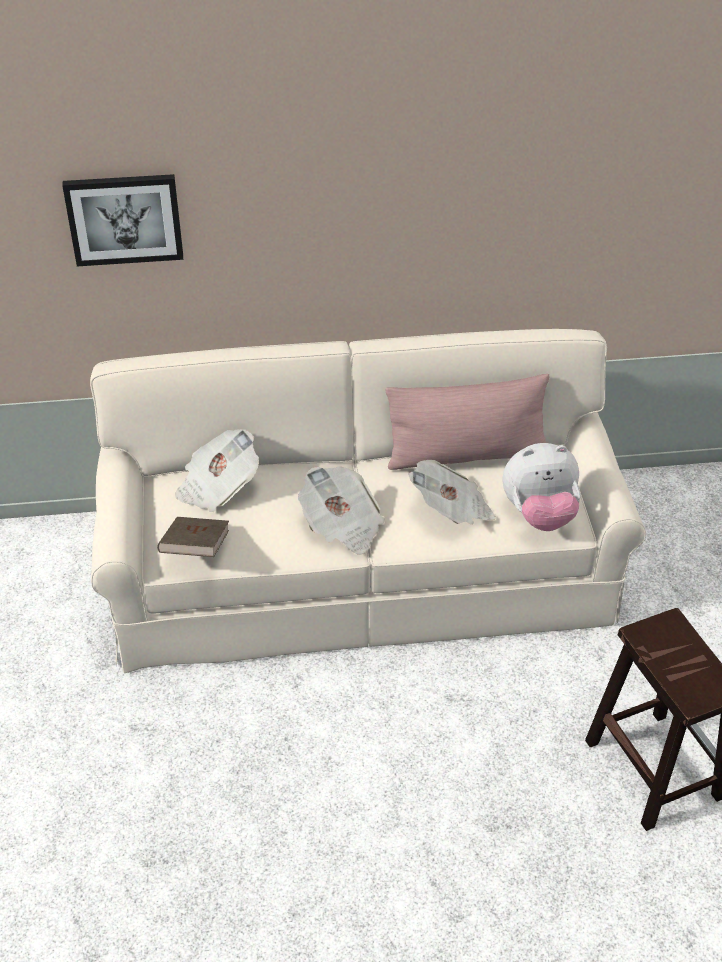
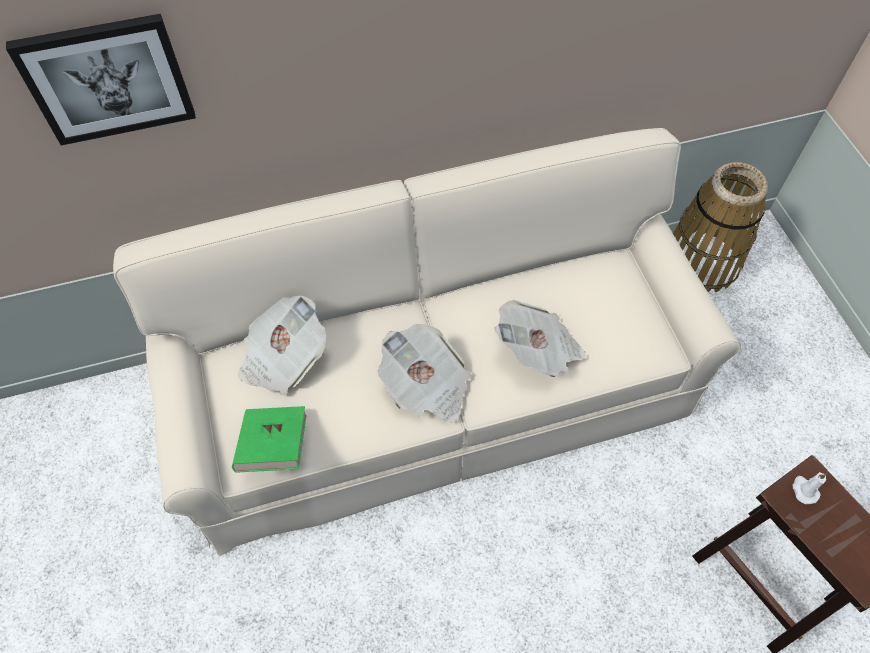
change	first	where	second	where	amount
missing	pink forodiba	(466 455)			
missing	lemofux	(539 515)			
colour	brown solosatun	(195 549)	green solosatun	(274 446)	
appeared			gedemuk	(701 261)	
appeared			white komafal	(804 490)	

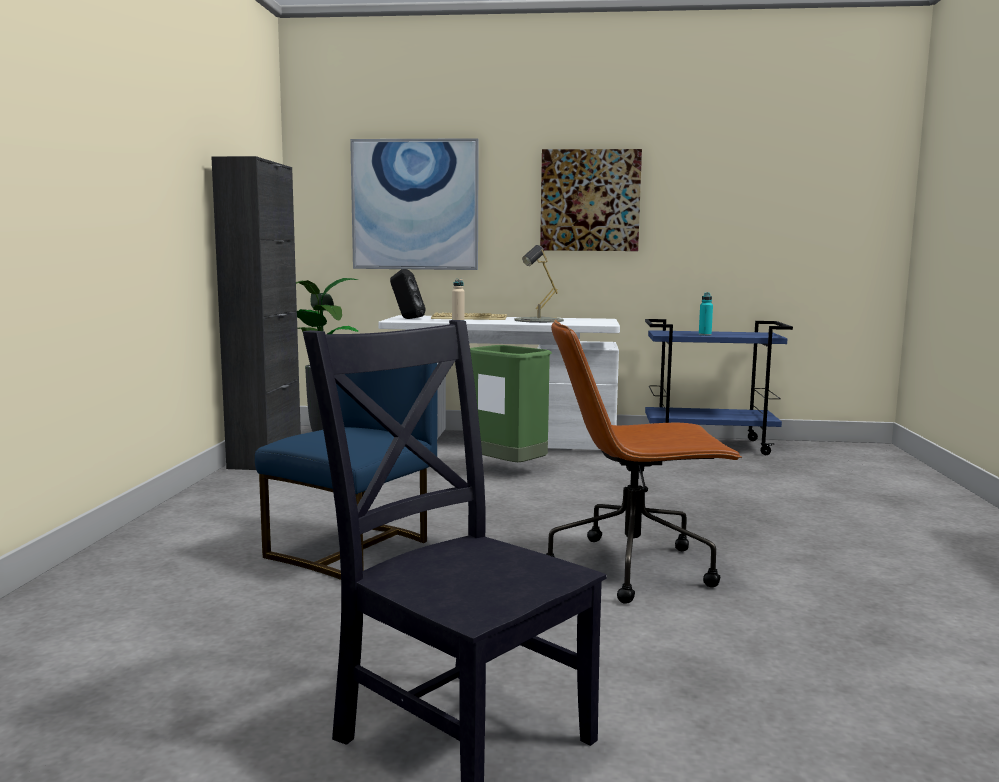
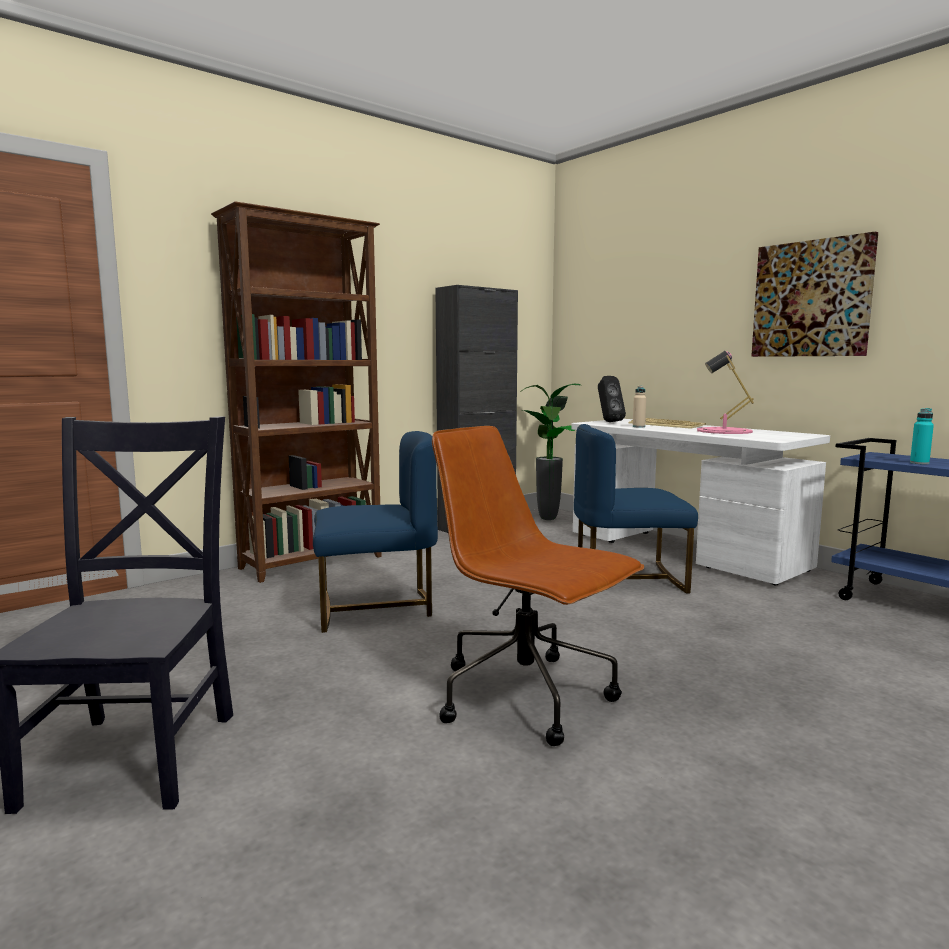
change	first	where	second	where	amount
missing	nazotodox	(415 205)			
colour	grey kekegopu	(539 320)	pink kekegopu	(724 431)	
exchanged	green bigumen	(507 470)	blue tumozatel	(628 578)	
appeared			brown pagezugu	(313 562)	

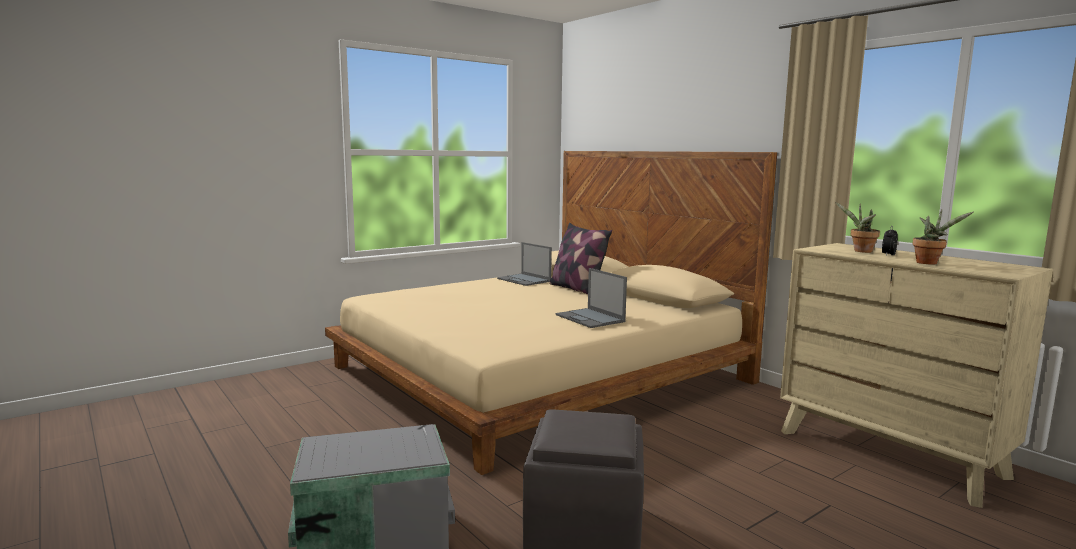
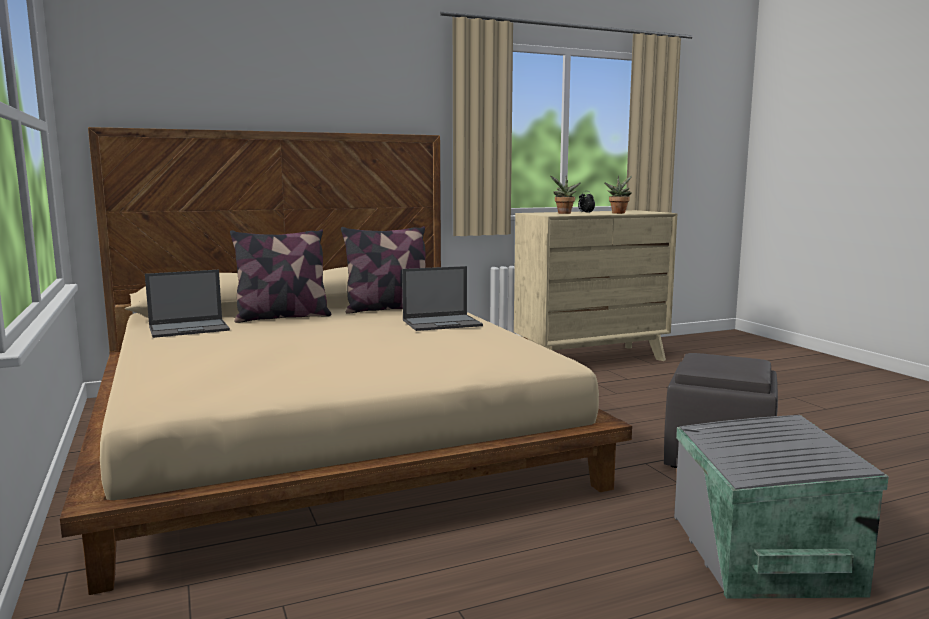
change	first	where	second	where	amount
appeared			forodiba	(388 309)	

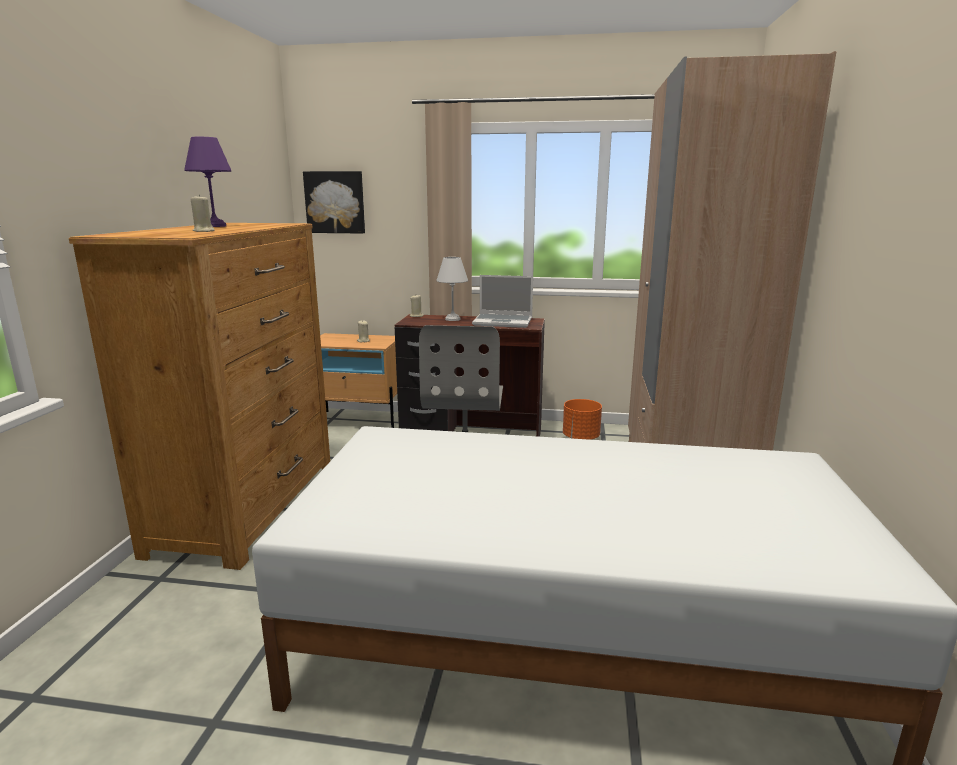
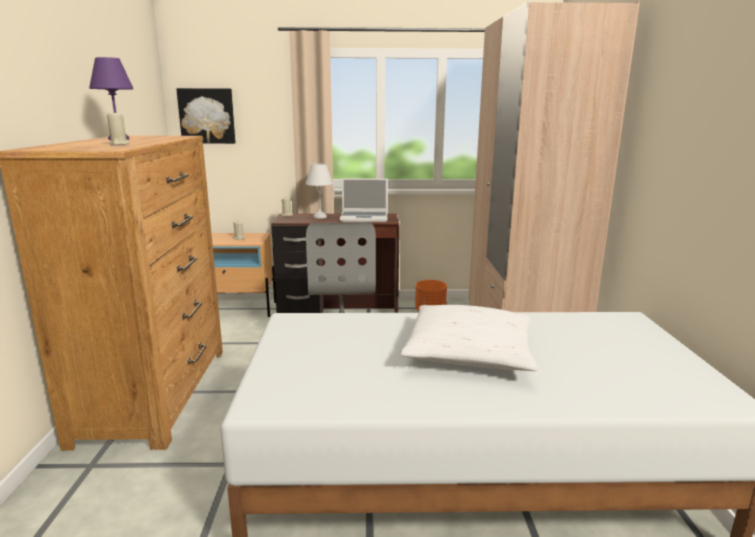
change	first	where	second	where	amount
appeared			white forodiba	(469 353)	

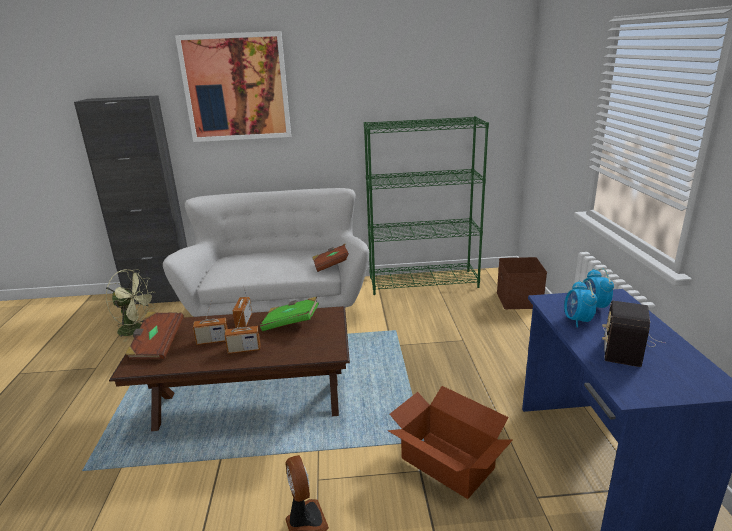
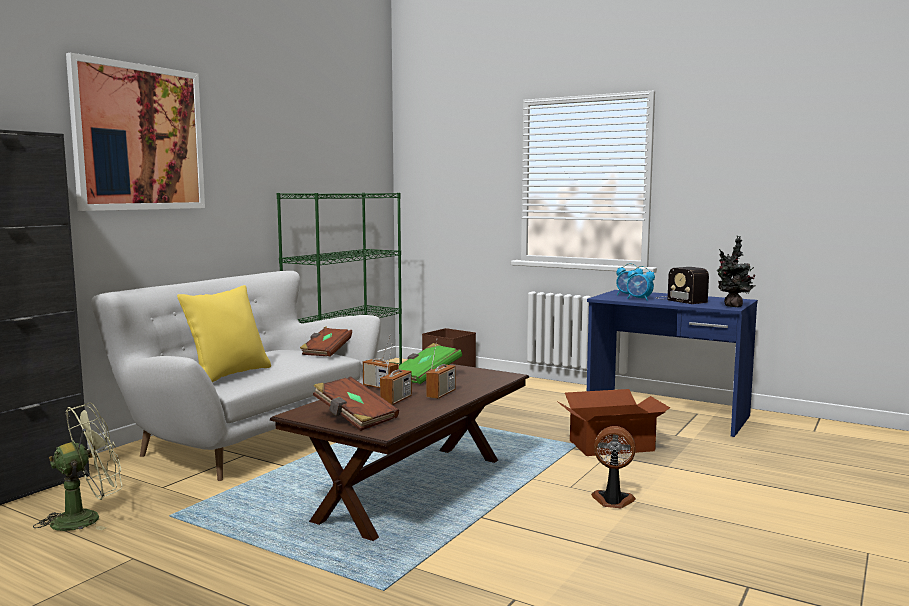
change	first	where	second	where	amount
appeared			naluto	(732 306)	
appeared			yellow forodiba	(228 375)	

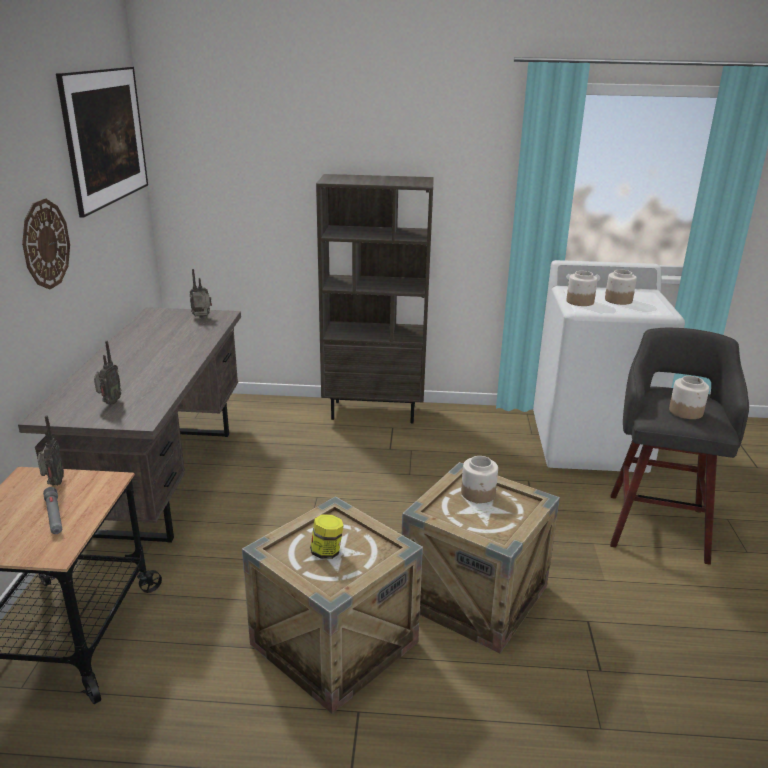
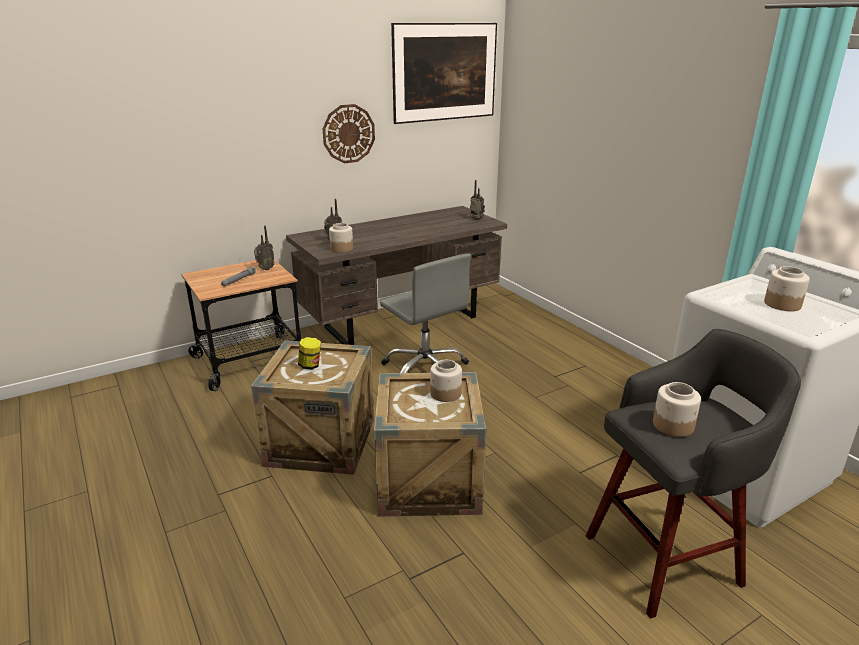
change	first	where	second	where	amount
missing	brown pagezugu	(374 411)			
relocated	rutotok	(579 302)		(341 249)	
appeared			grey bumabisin	(425 370)	

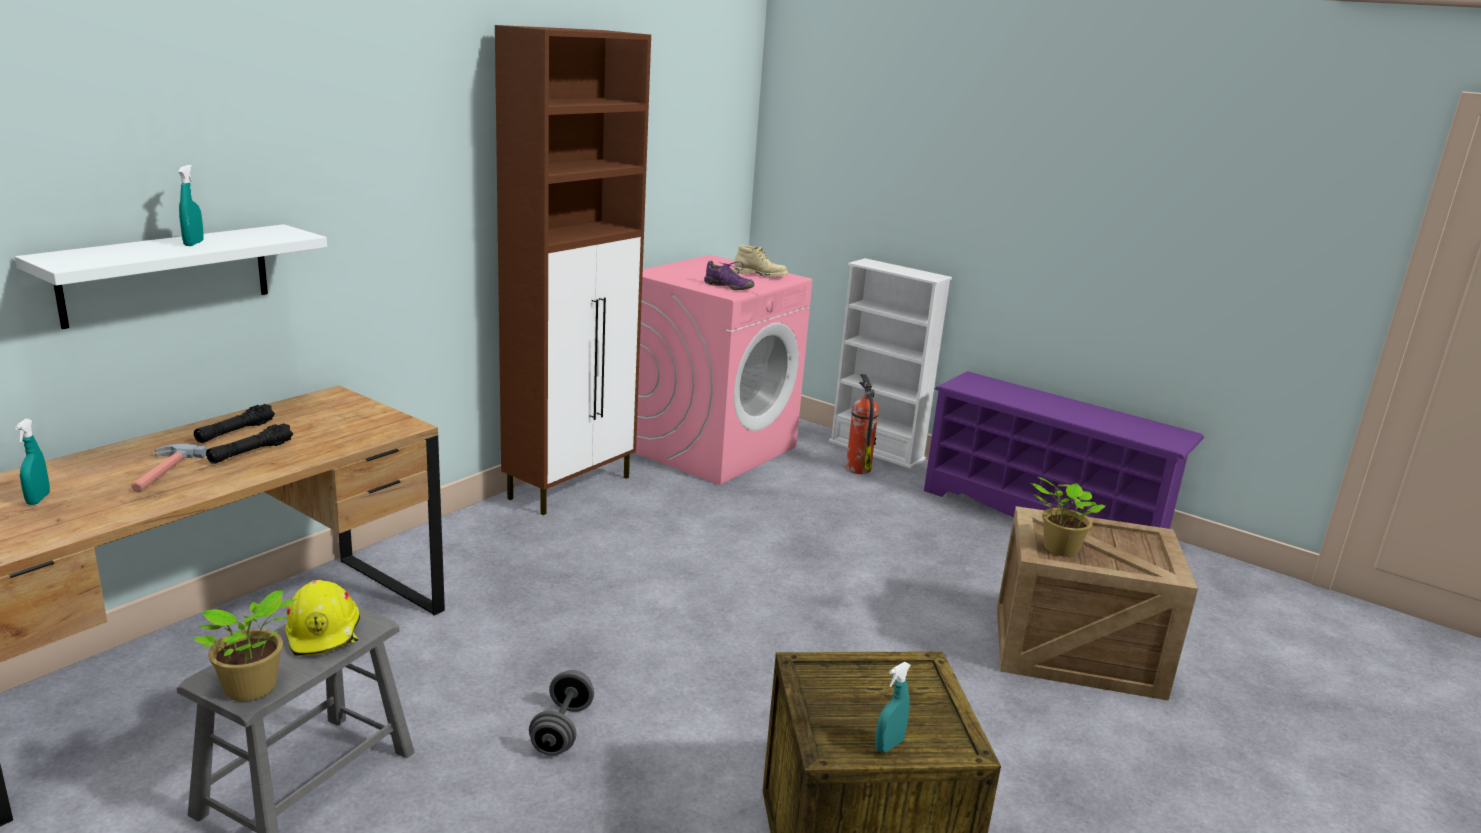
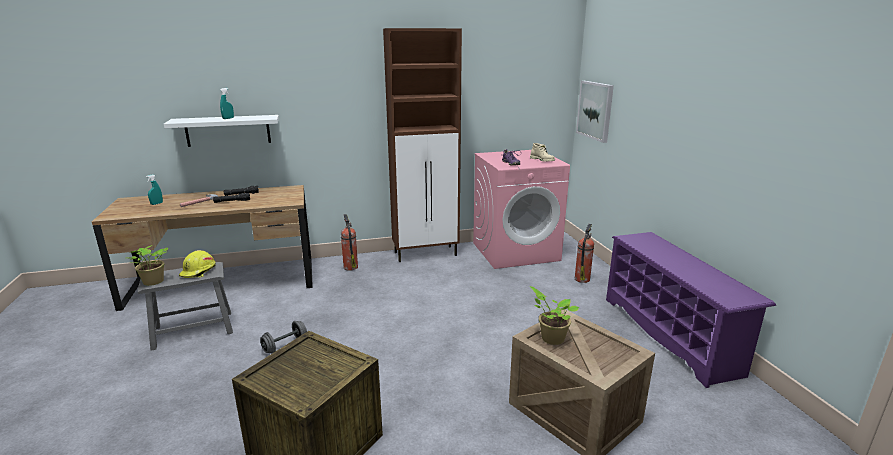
change	first	where	second	where	amount
missing	white pagezugu	(876 450)			
missing	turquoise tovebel	(889 745)			
appeared			nazotodox	(595 110)	
appeared			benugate	(350 267)	

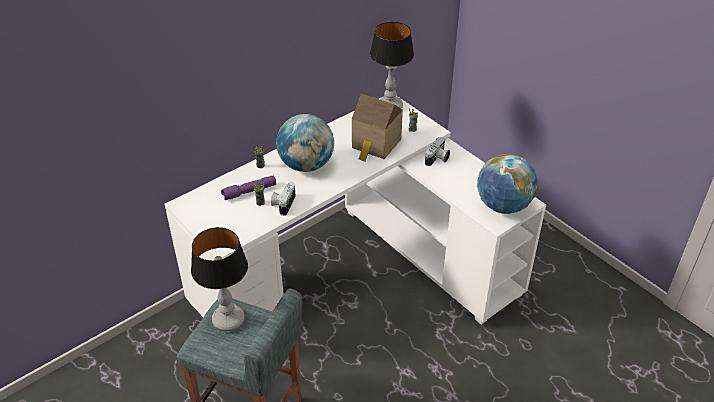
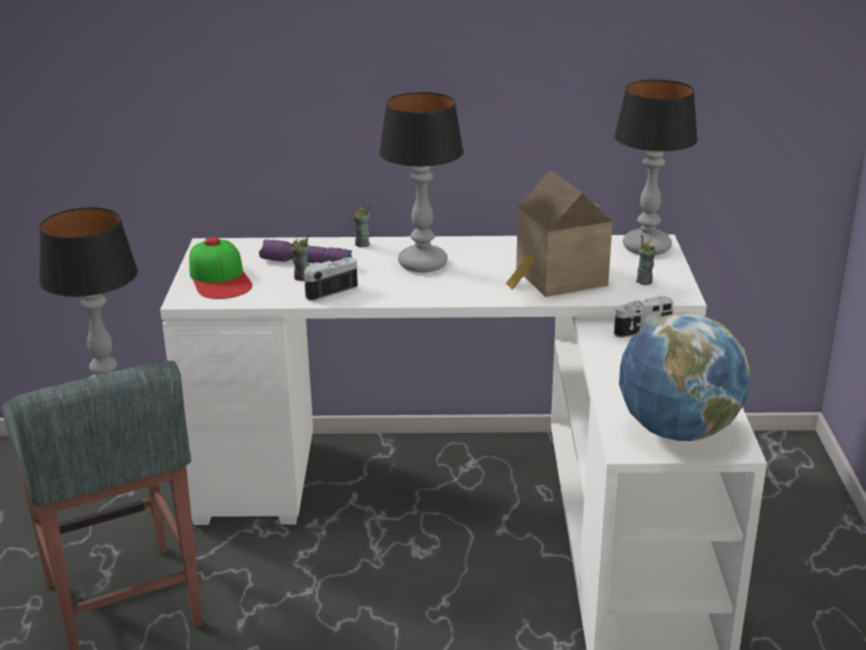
change	first	where	second	where	amount
exchanged	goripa	(306 165)	kekegopu	(422 264)	
appeared			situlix	(220 278)	

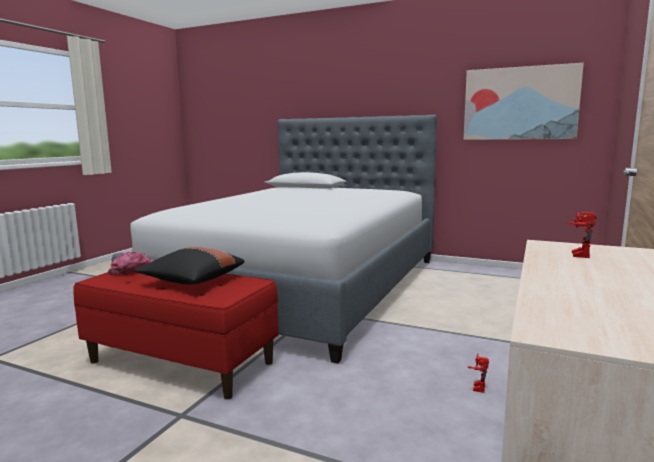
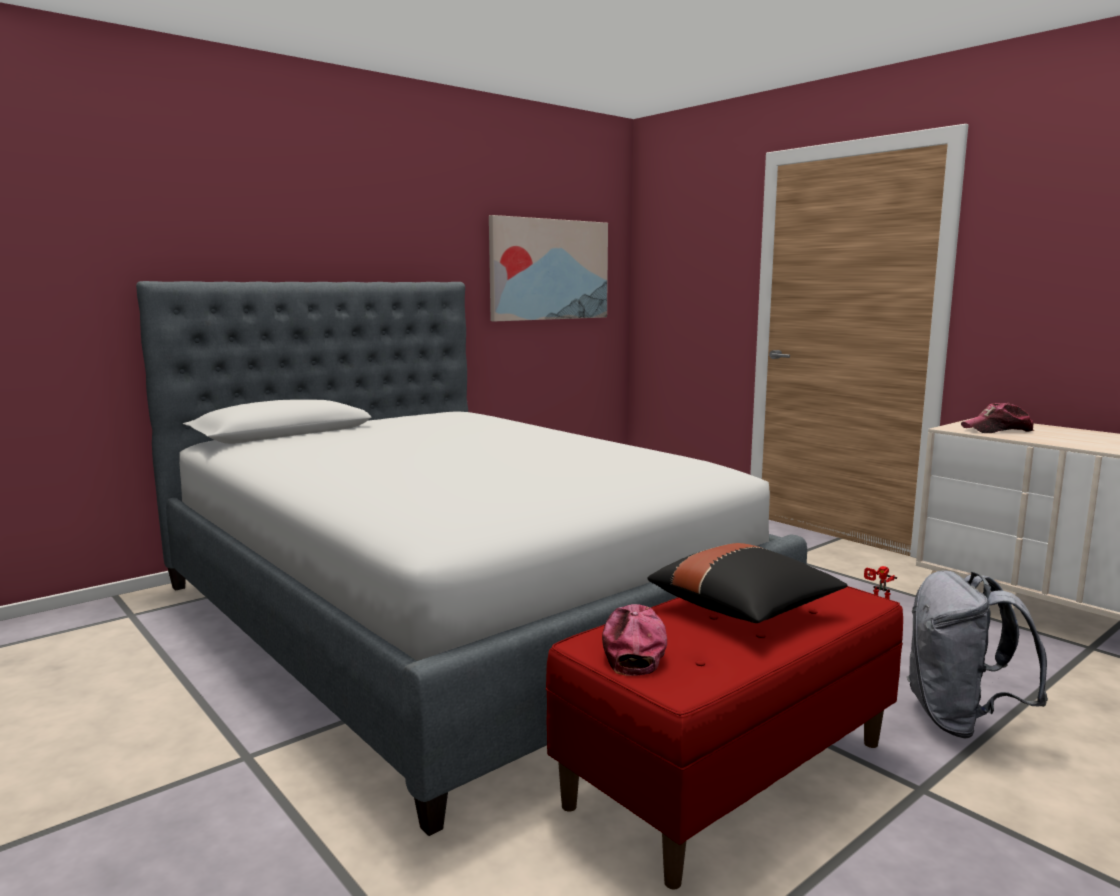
change	first	where	second	where	amount
exchanged	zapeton	(576 254)	situlix	(997 430)	
appeared			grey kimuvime	(960 720)	

